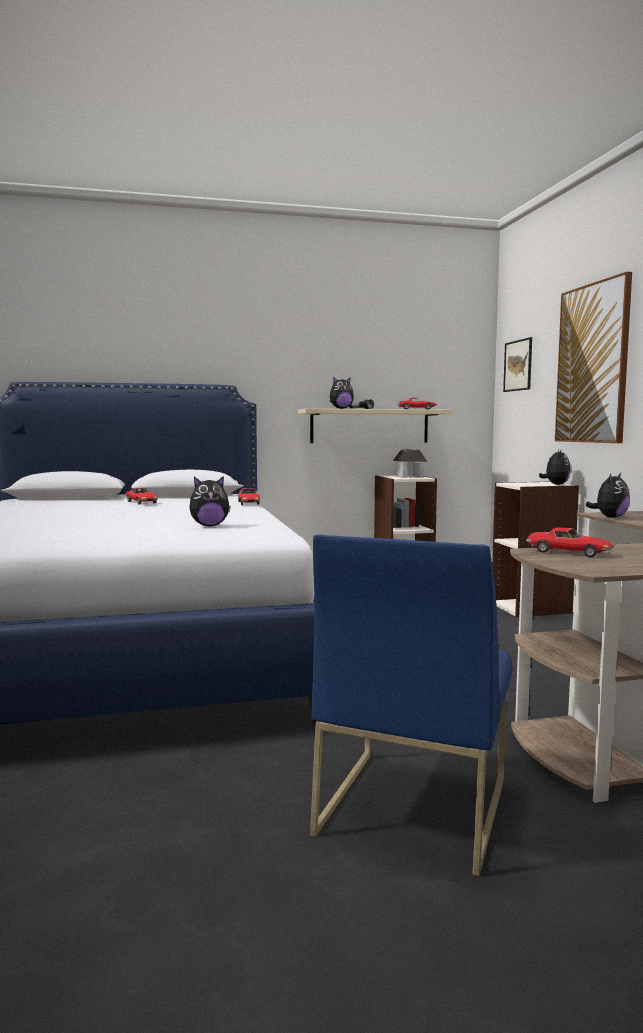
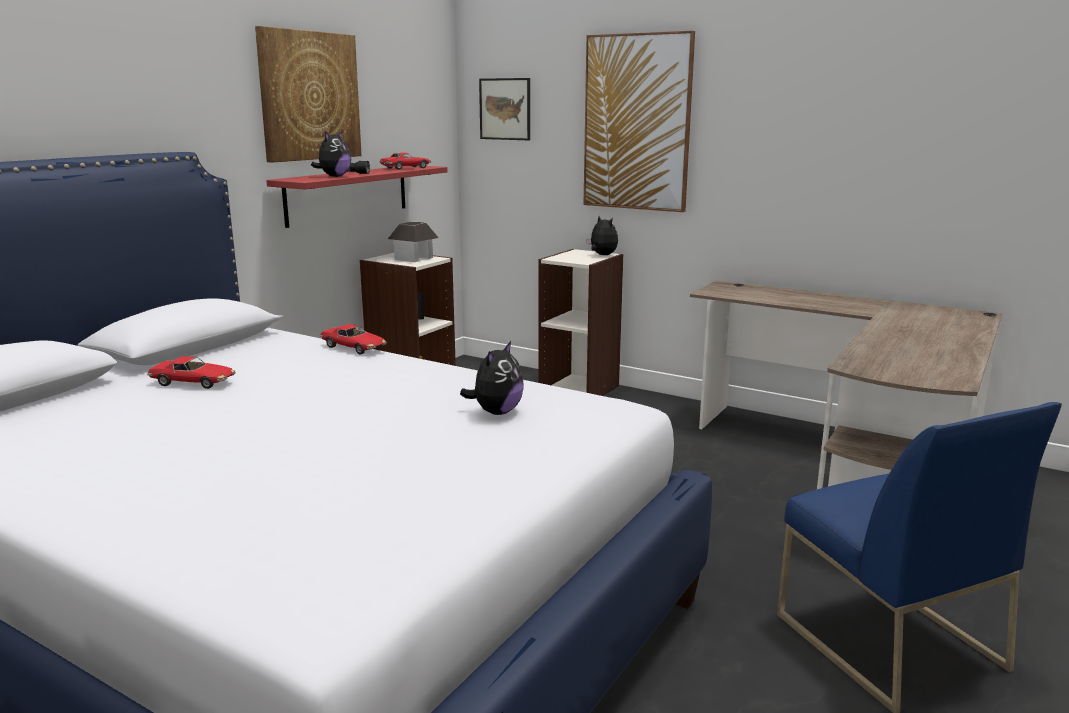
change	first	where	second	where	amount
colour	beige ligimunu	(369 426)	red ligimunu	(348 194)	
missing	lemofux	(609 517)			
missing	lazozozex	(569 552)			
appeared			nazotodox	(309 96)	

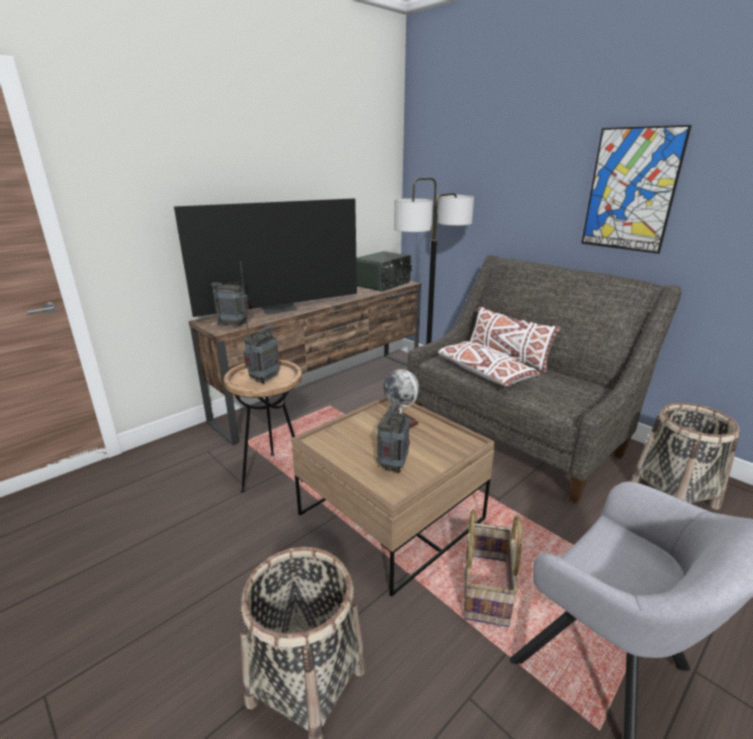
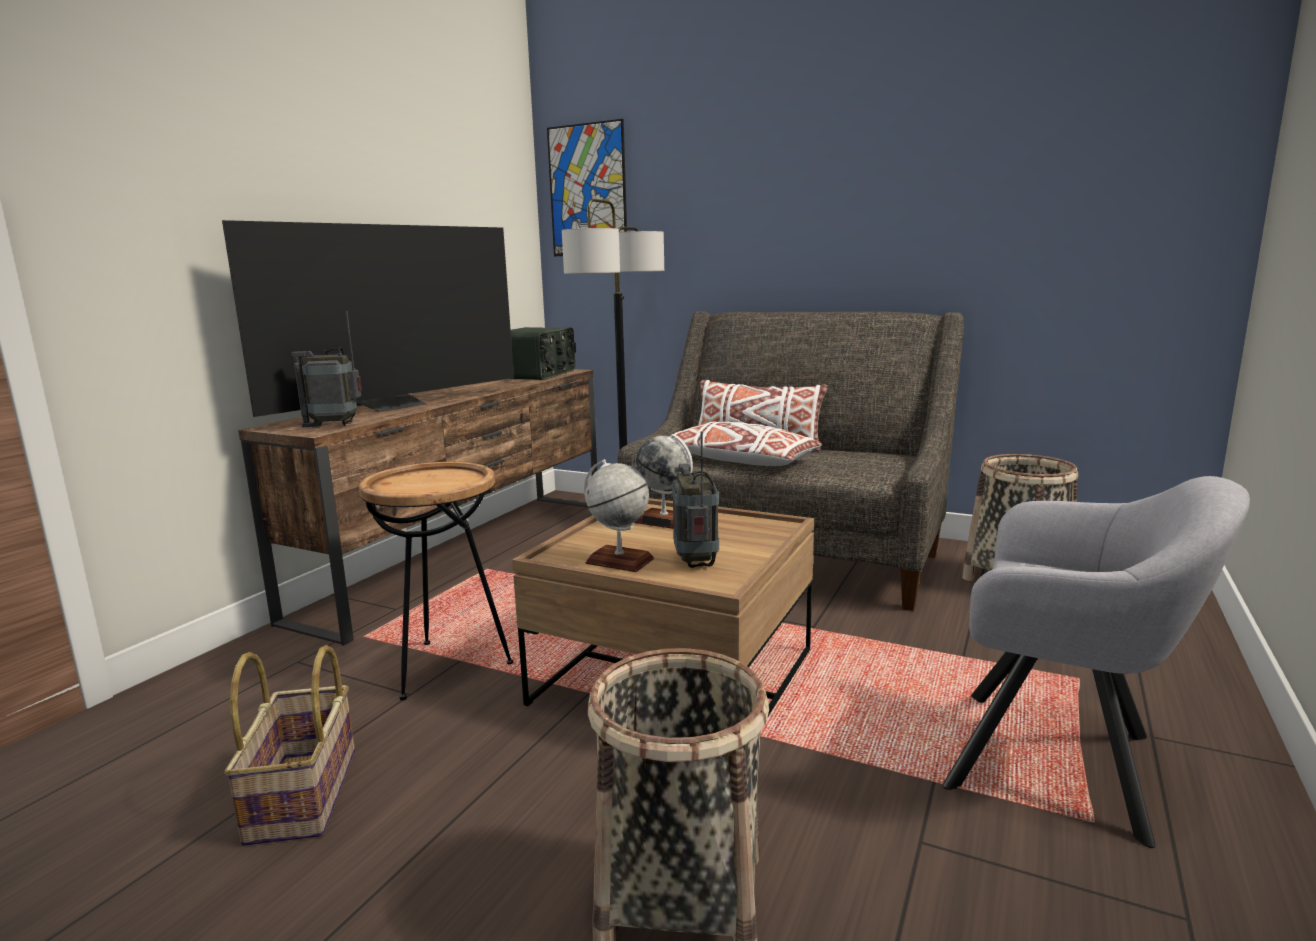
change	first	where	second	where	amount
relocated	nazotodox	(631 190)		(587 190)	
missing	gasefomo	(265 380)			
relocated	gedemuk	(487 589)		(305 795)	
appeared			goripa	(619 561)	

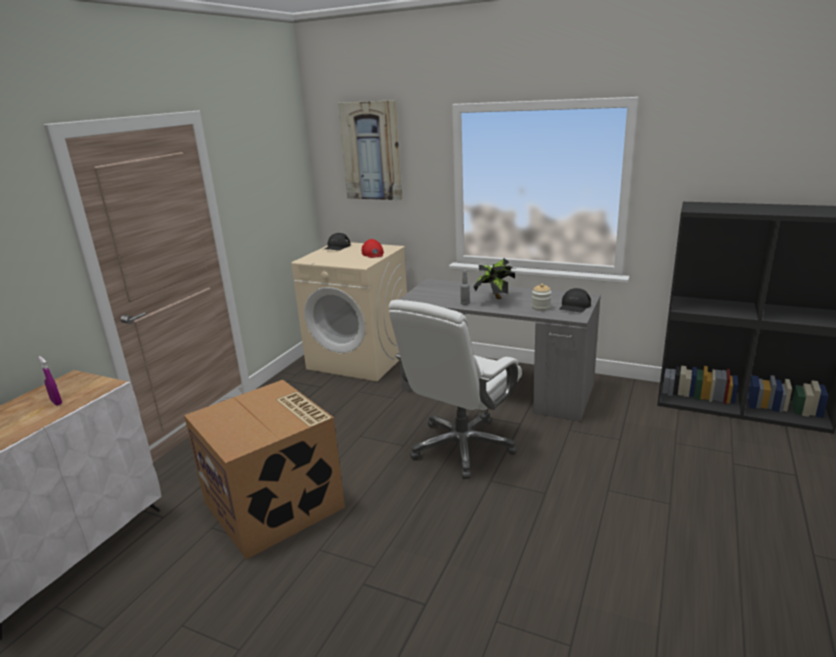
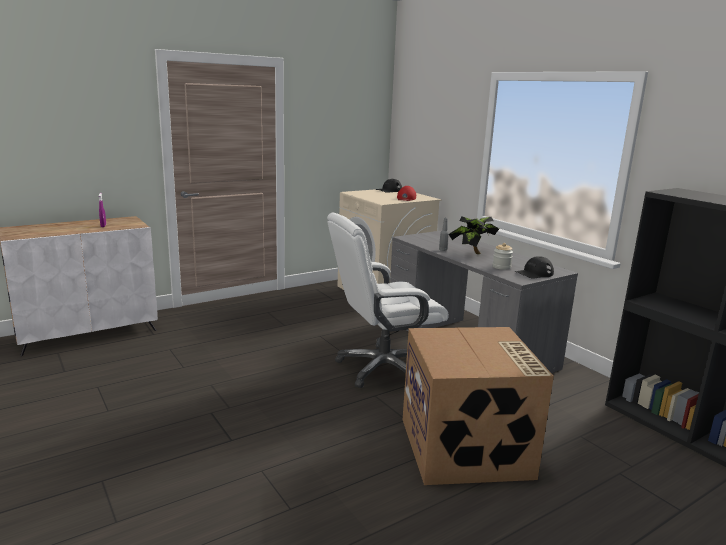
change	first	where	second	where	amount
missing	nazotodox	(371 151)			
relocated	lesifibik	(276 505)		(467 448)	

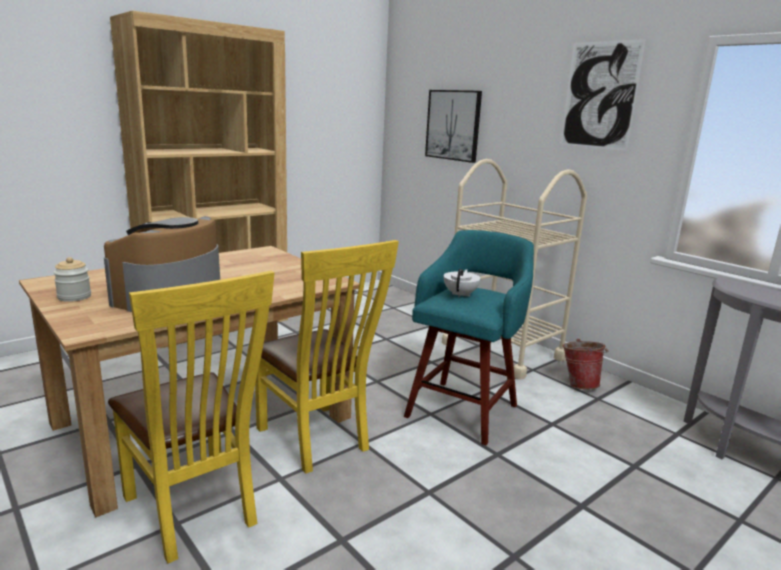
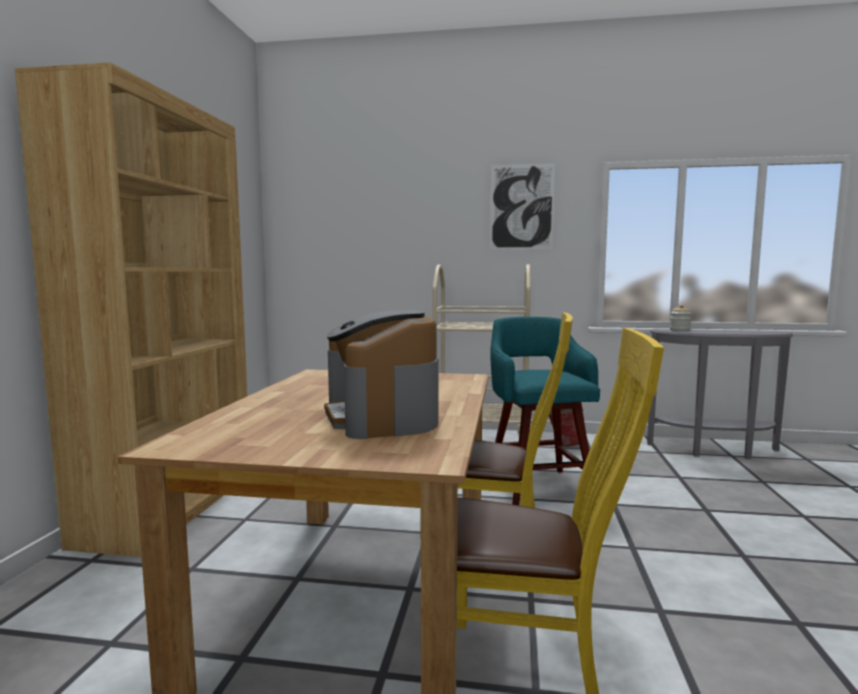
change	first	where	second	where	amount
missing	nazotodox	(453 125)			
relocated	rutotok	(74 297)		(680 330)	
missing	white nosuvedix	(460 295)			

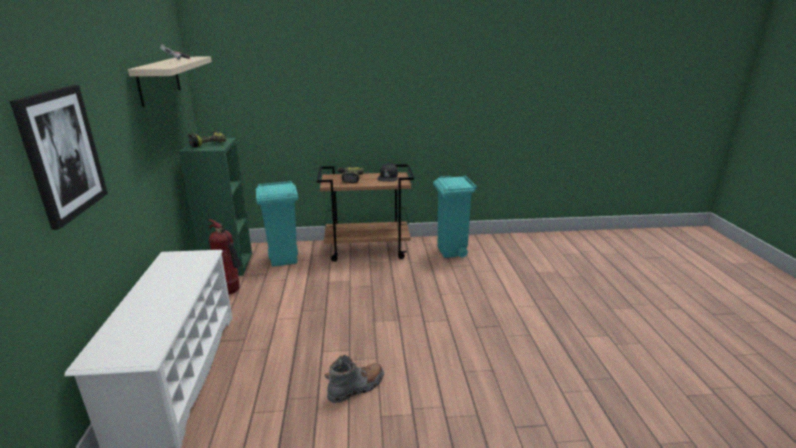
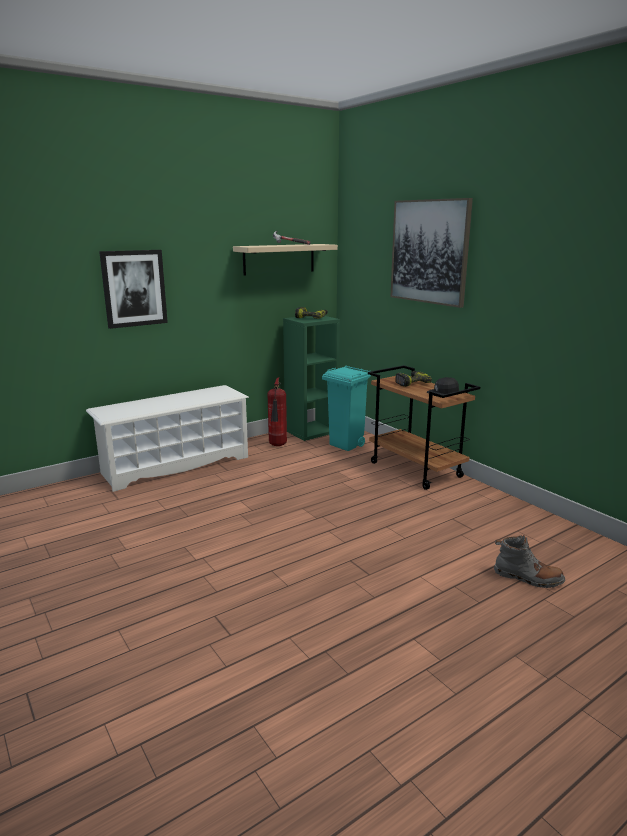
change	first	where	second	where	amount
missing	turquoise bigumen	(451 252)			
relocated	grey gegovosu	(356 387)		(527 578)	
appeared			nazotodox	(429 252)	

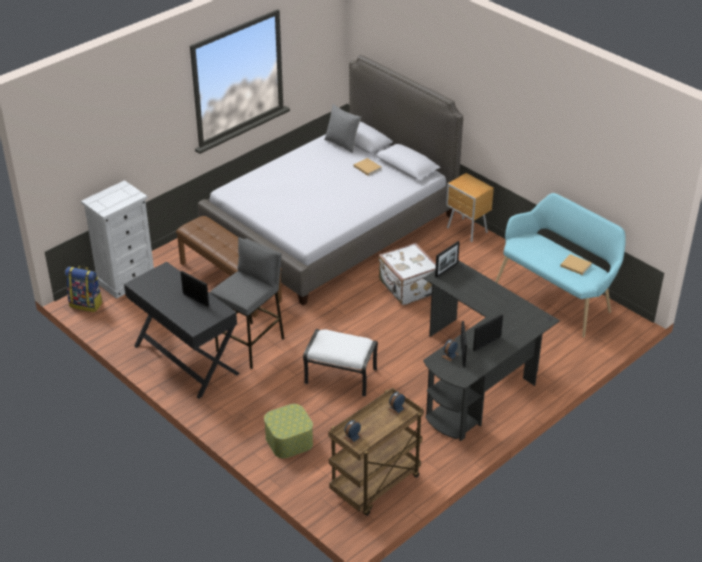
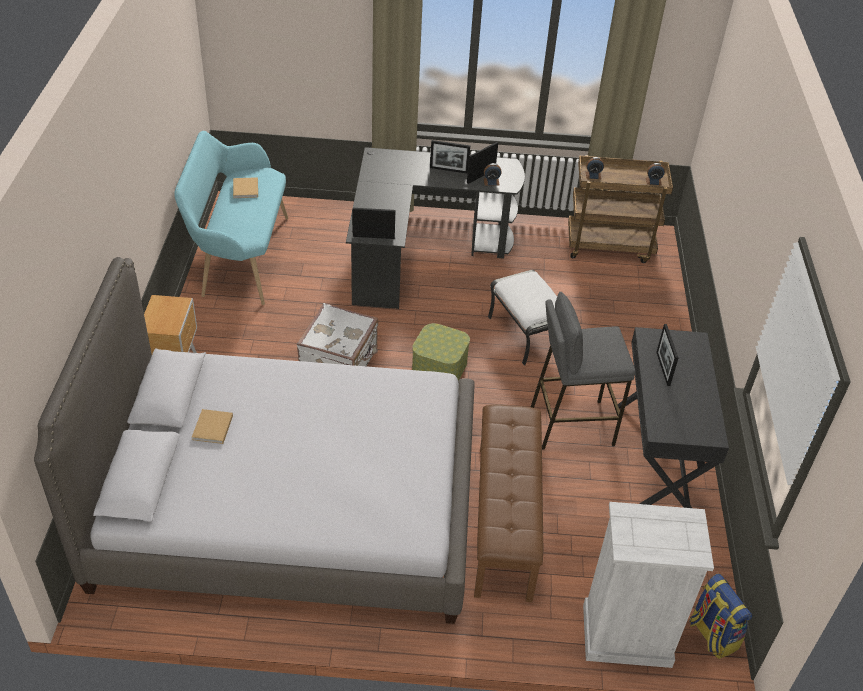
change	first	where	second	where	amount
missing	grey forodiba	(342 143)			
relocated	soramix	(289 440)		(439 366)	

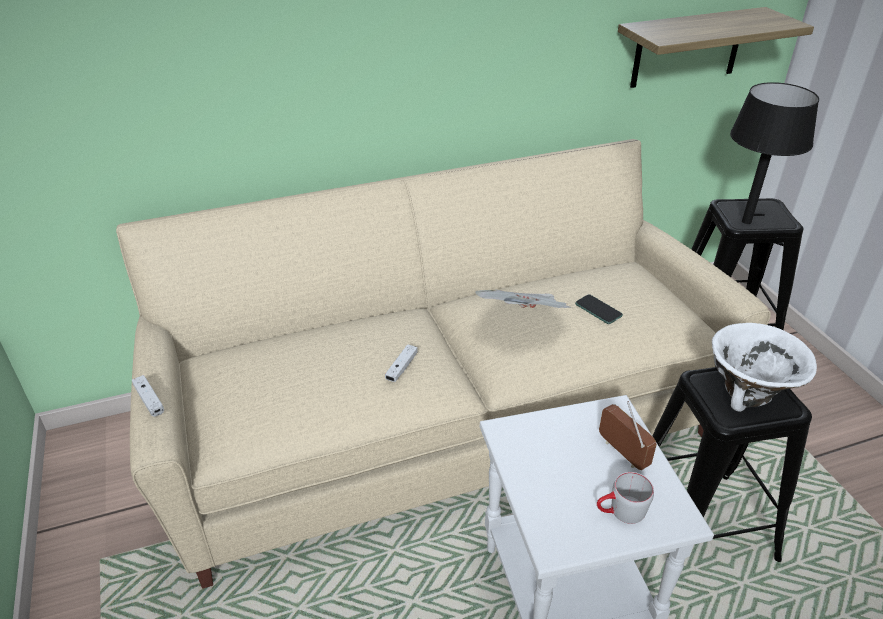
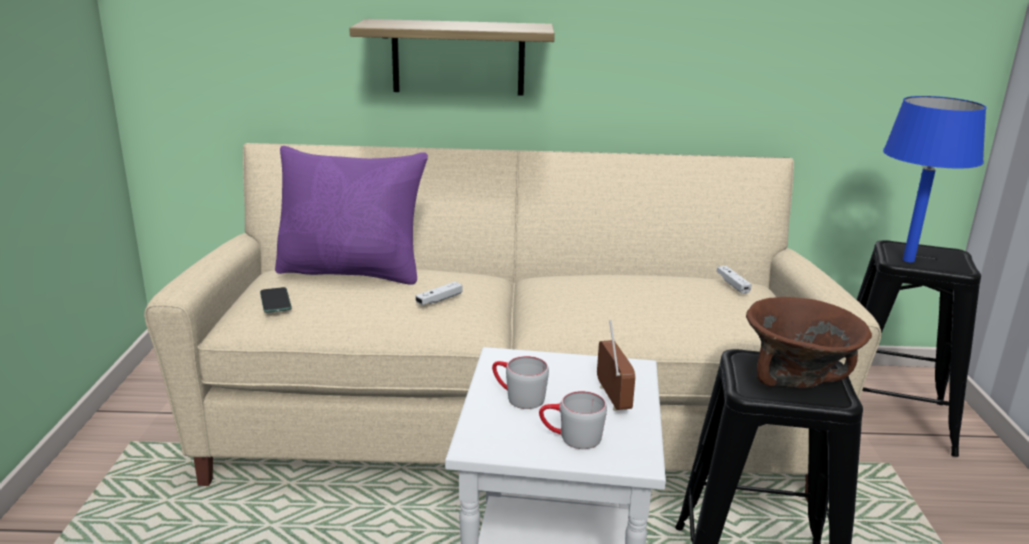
change	first	where	second	where	amount
relocated	ligimunu	(687 48)		(458 57)	
colour	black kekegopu	(746 221)	blue kekegopu	(908 260)	
missing	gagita	(524 319)			
relocated	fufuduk	(598 310)		(275 301)	
colour	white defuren	(750 391)	brown defuren	(796 377)	
relocated	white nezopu	(149 400)		(732 284)	
appeared			purple forodiba	(352 271)	
appeared			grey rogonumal	(517 397)	

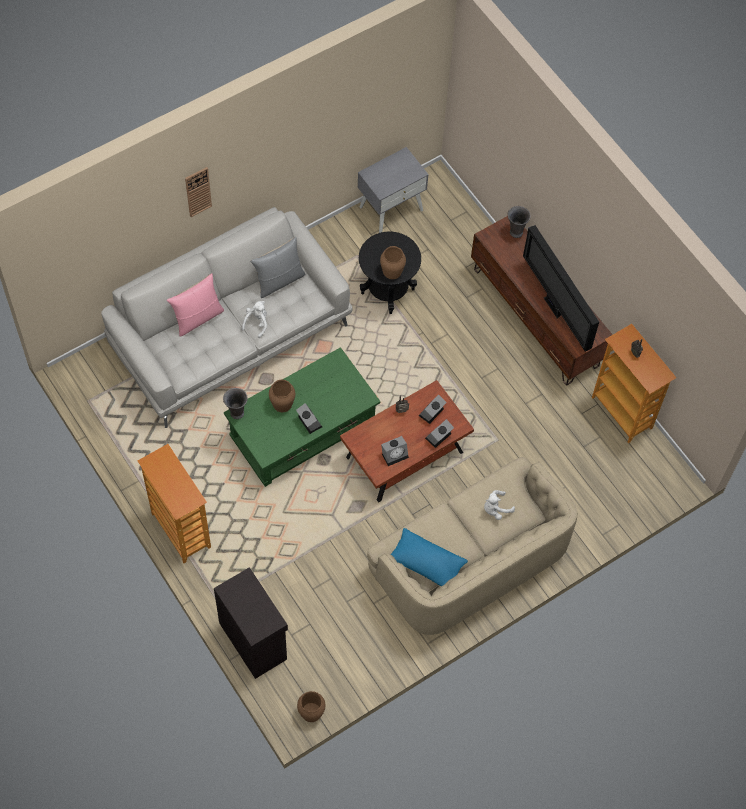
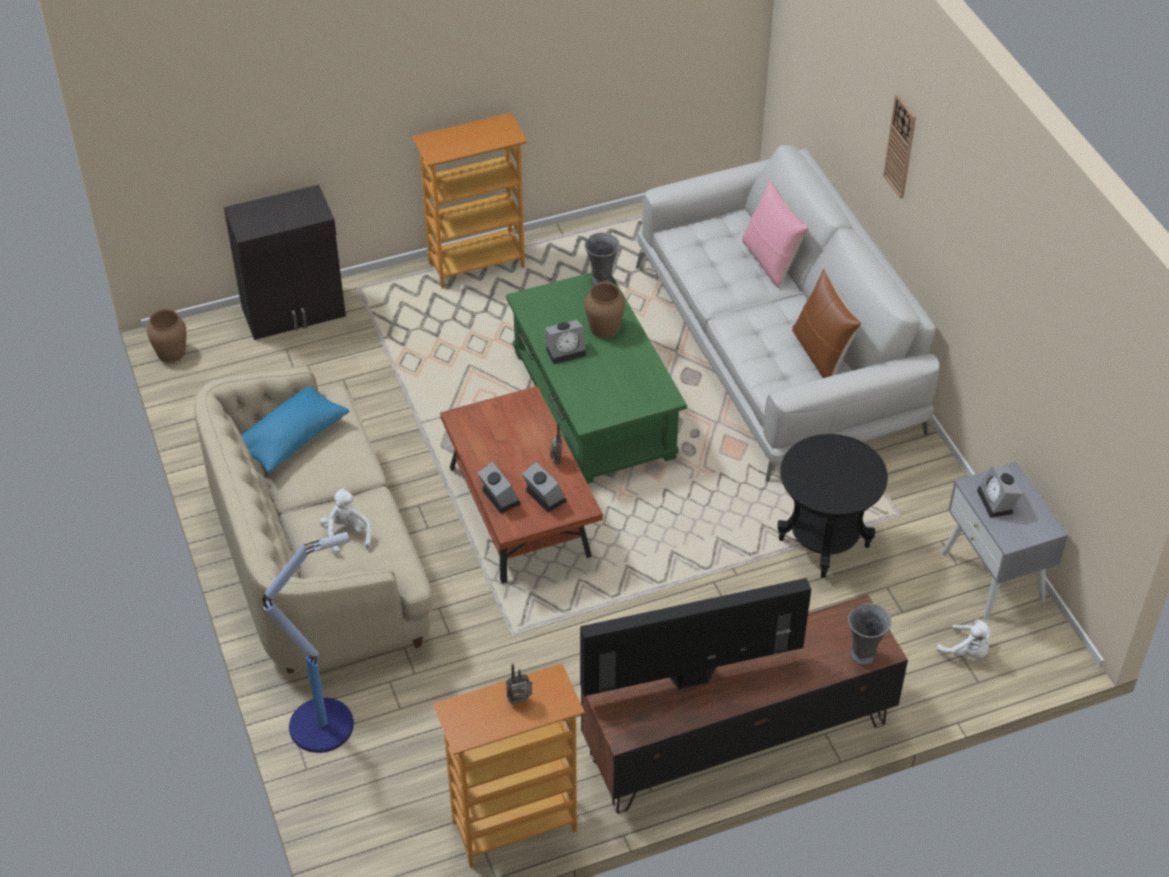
change	first	where	second	where	amount
colour	grey forodiba	(279 280)	brown forodiba	(821 353)	
missing	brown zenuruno	(392 271)			
relocated	white lemofux	(257 323)		(967 652)	
relocated	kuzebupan	(395 454)		(997 502)	
appeared			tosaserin	(324 724)	

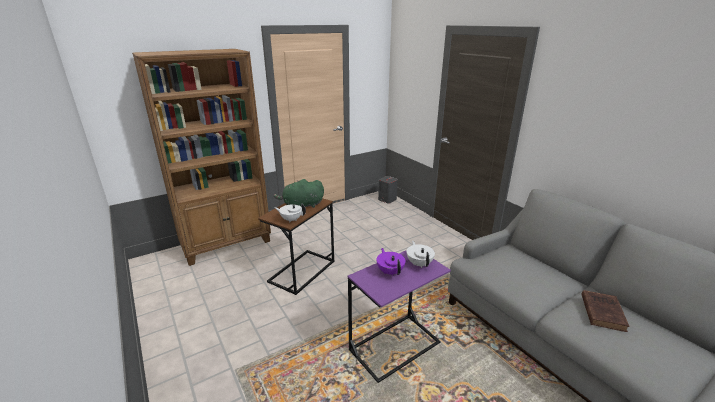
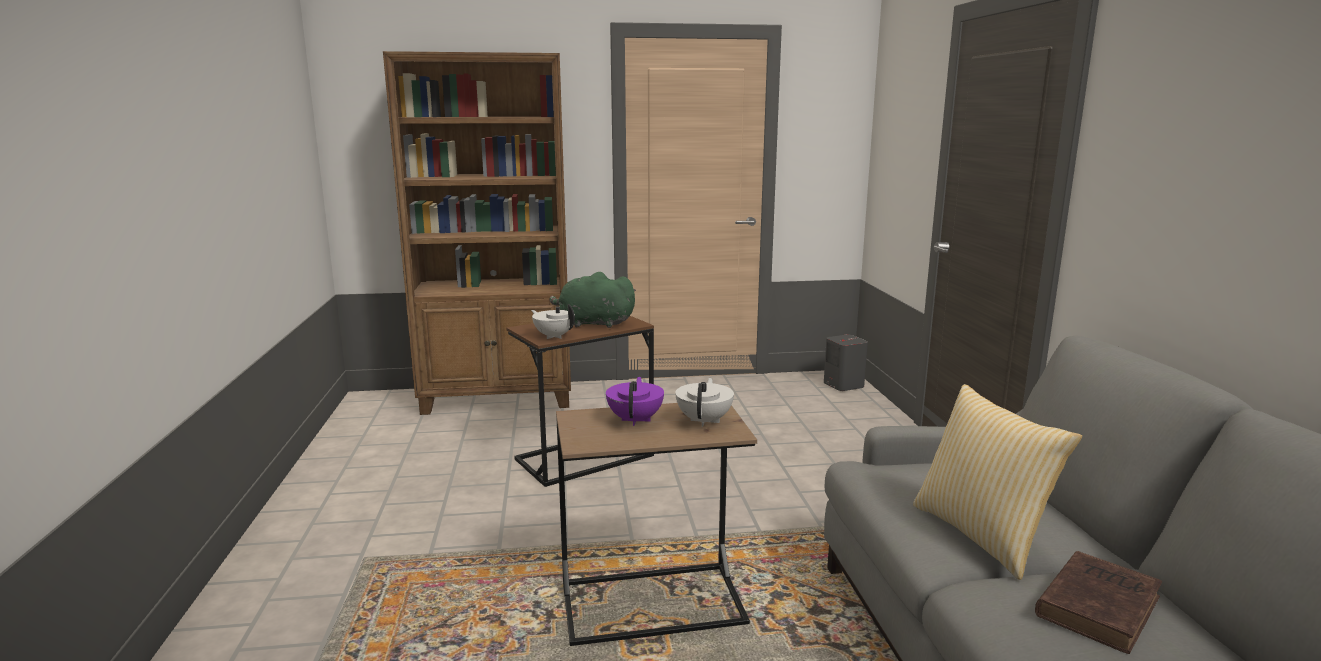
change	first	where	second	where	amount
colour	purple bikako	(395 346)	brown bikako	(652 604)	
appeared			forodiba	(982 535)	

